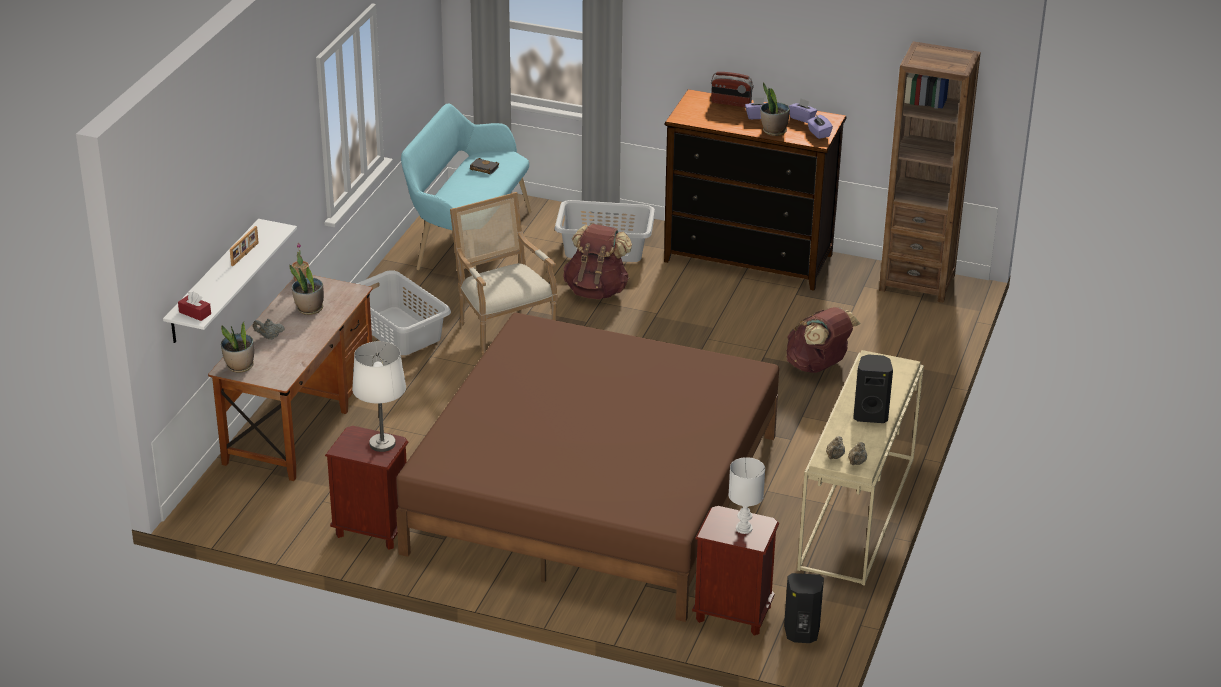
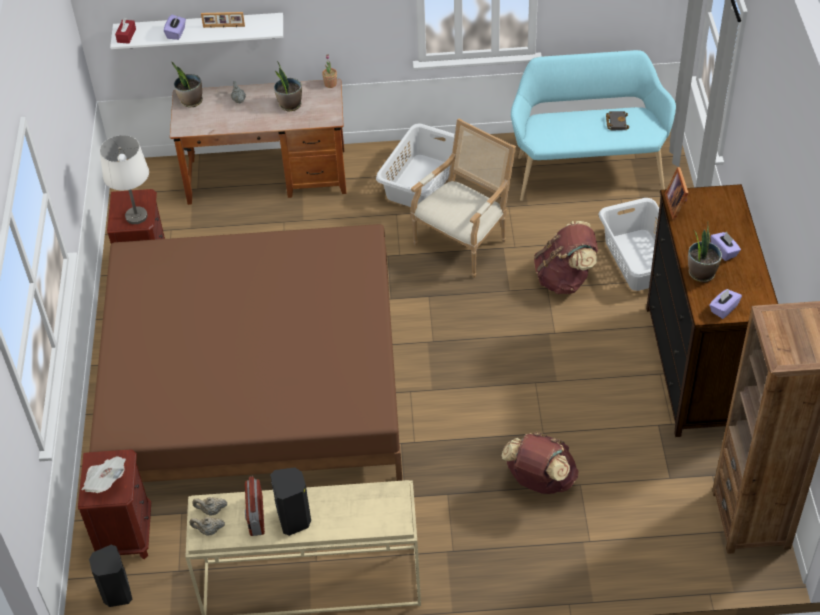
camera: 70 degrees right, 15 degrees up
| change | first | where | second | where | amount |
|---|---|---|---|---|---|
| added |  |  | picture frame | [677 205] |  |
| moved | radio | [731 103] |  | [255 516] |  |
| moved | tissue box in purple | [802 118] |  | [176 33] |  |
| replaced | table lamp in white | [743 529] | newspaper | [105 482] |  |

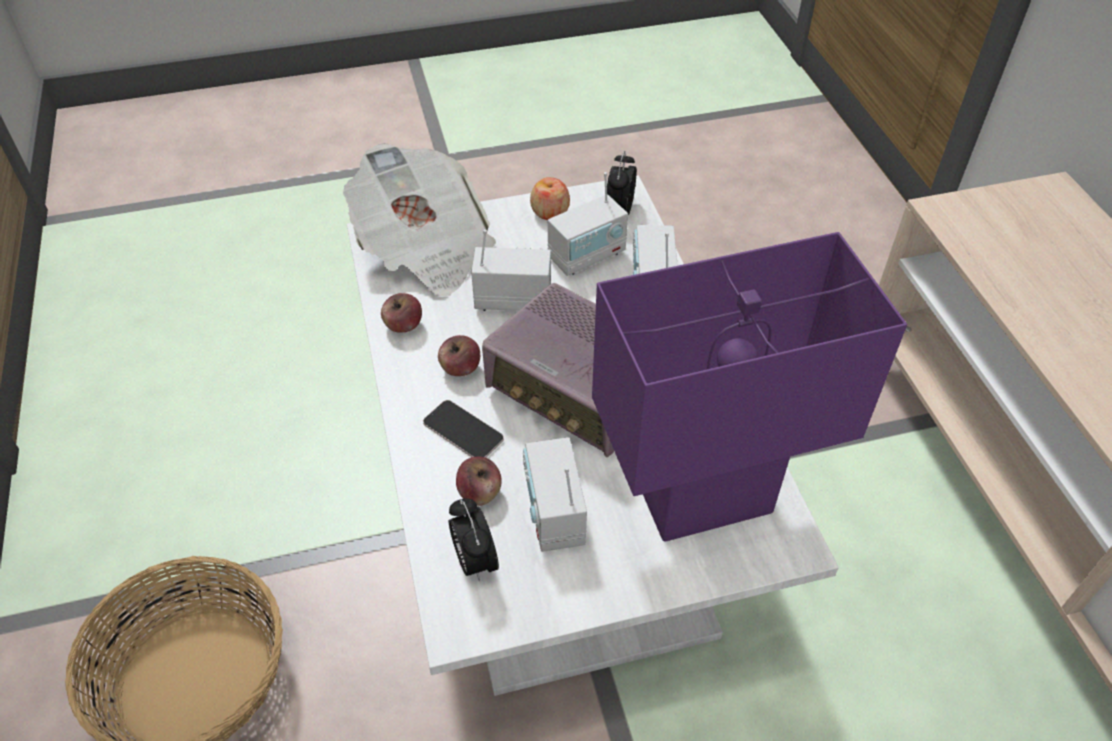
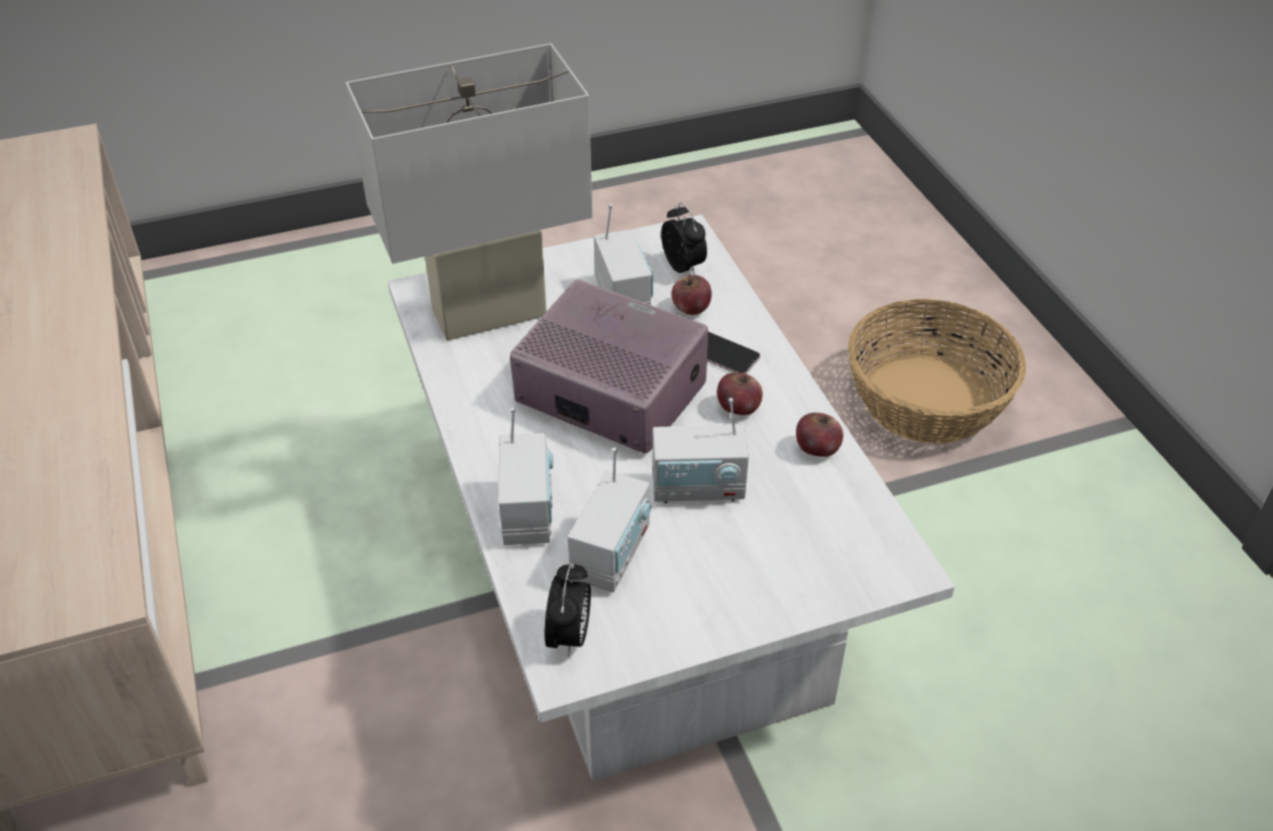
camera: 175 degrees right, 5 degrees down
| change | first | where | second | where | amount |
|---|---|---|---|---|---|
| removed | newspaper | [425 248] |  |  |  |
| removed | apple | [550 212] |  |  |  |
| recoloured | table lamp in purple | [707 503] | table lamp in white | [489 313] |  |
| turned | radio | [587 256] |  | [611 554] | 150 degrees clockwise |

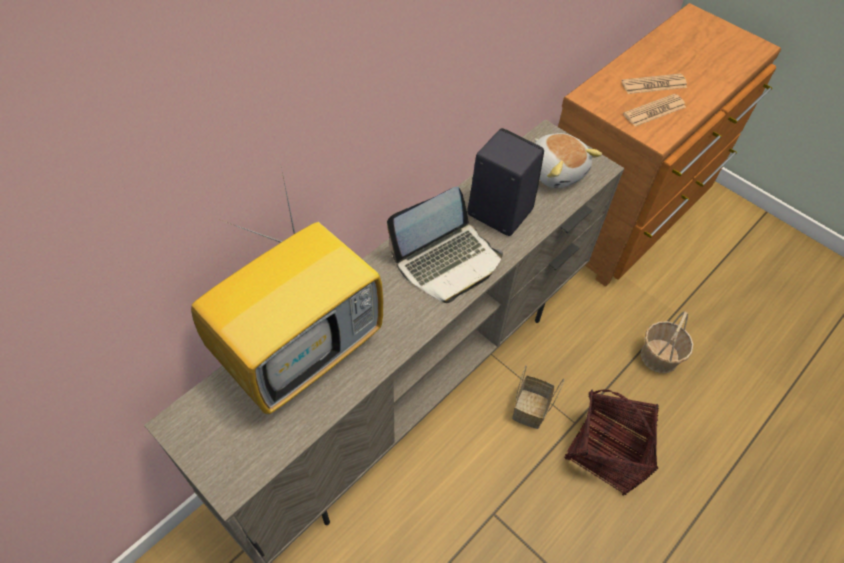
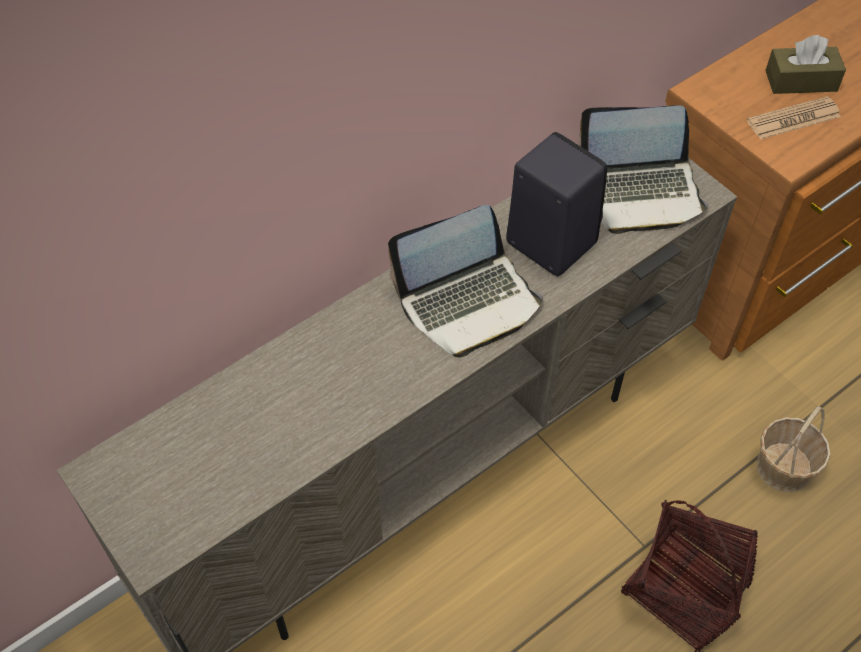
camera: 10 degrees right, 0 degrees up
| change | first | where | second | where | amount |
|---|---|---|---|---|---|
| removed | television | [302 348] |  |  |  |
| removed | basket | [530 410] |  |  |  |
| replaced | plush toy | [556 171] | laptop | [640 192] |  |
| replaced | newspaper | [654 84] | tissue box in brown | [801 81] |  |

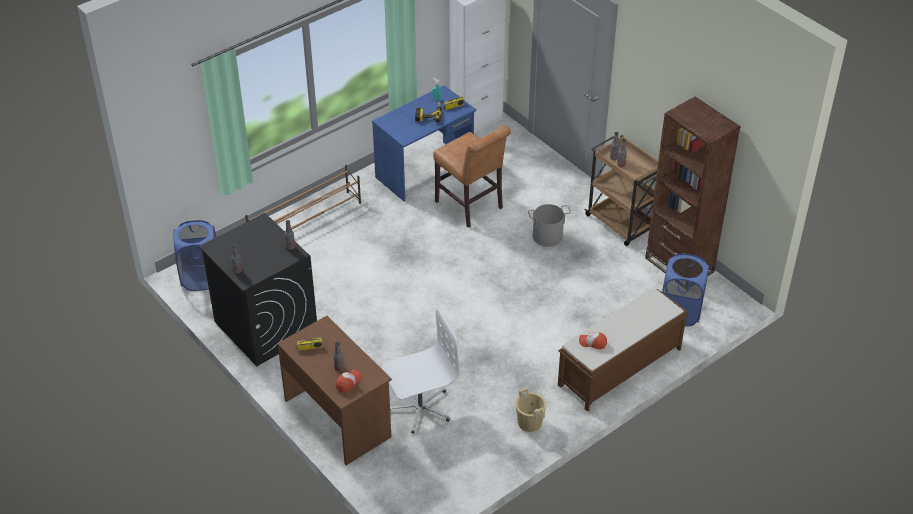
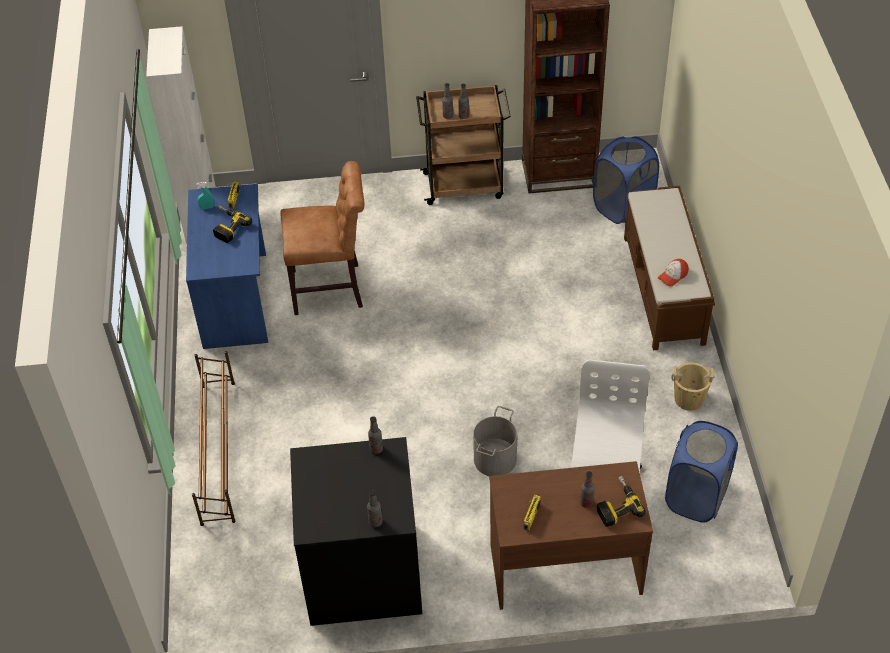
camera: 55 degrees left, 5 degrees up
| change | first | where | second | where | amount |
|---|---|---|---|---|---|
| moved | laundry basket in blue | [201 278] |  | [696 497] |  |
| moved | bucket in grey | [547 236] |  | [495 459] |  |
| replaced | cap | [348 383] | power drill | [616 505] |  |

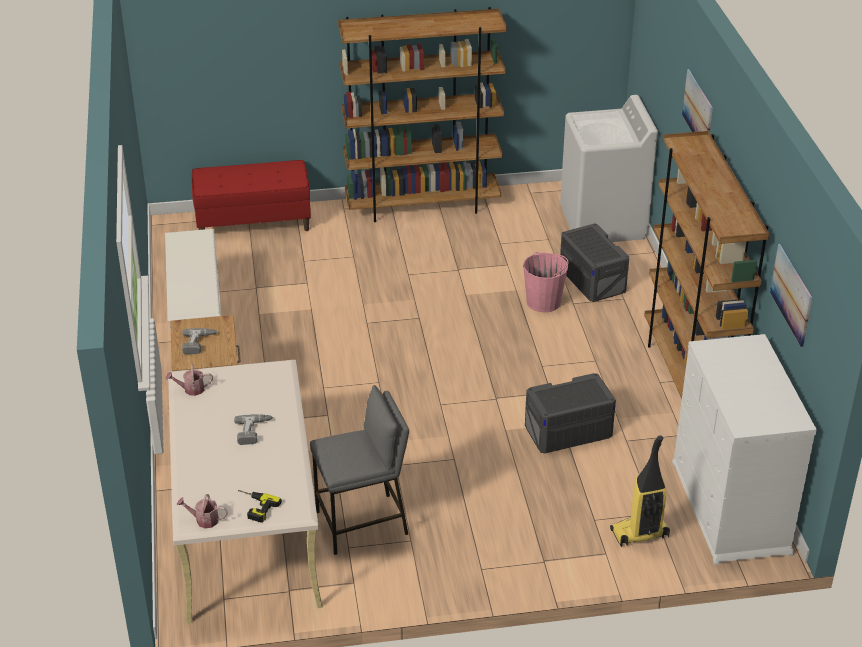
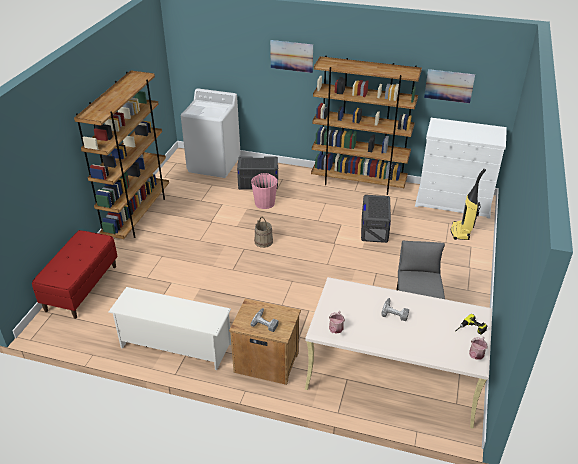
camera: 65 degrees left, 0 degrees up
| change | first | where | second | where | amount |
|---|---|---|---|---|---|
| added |  |  | bucket in beige | [263 241] |  |

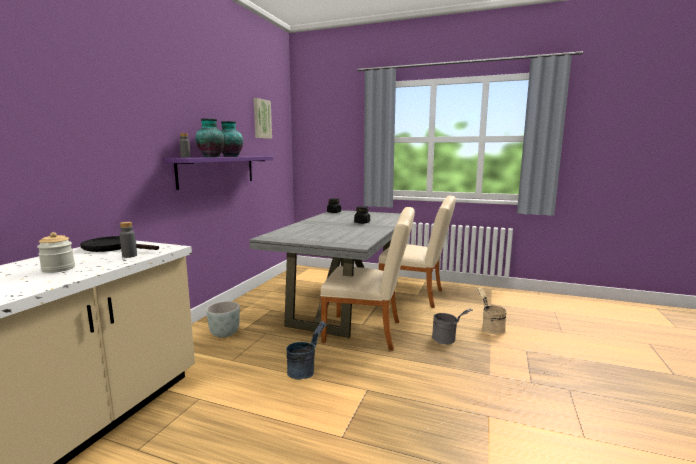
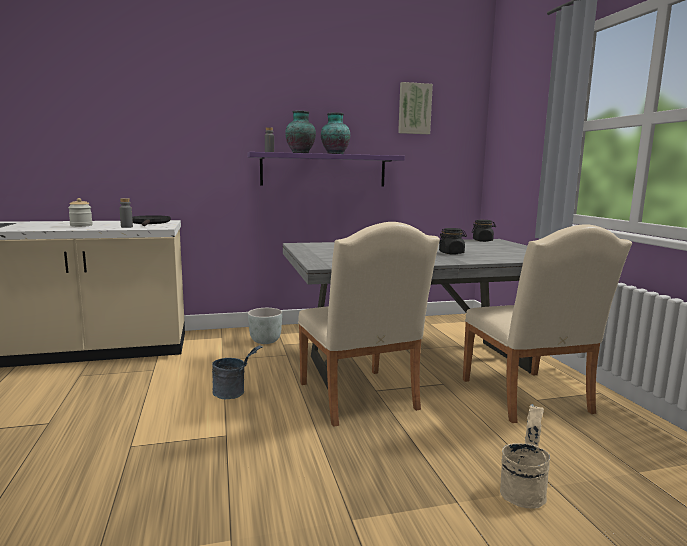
camera: 55 degrees right, 0 degrees up
| change | first | where | second | where | amount |
|---|---|---|---|---|---|
| removed | bucket in grey | [447 340] |  |  |  |

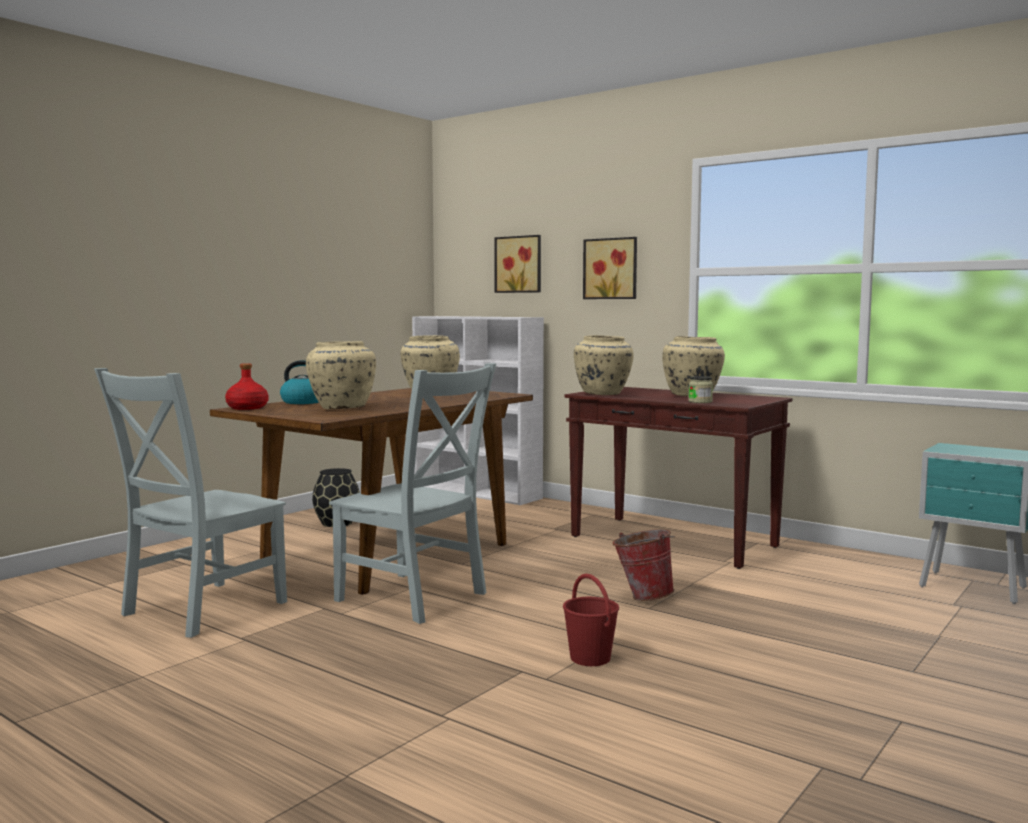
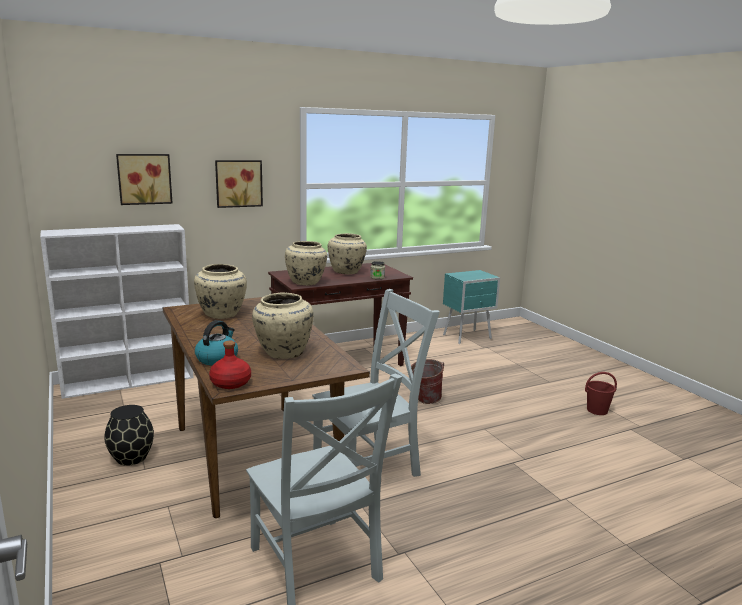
camera: 65 degrees left, 10 degrees up
| change | first | where | second | where | amount |
|---|---|---|---|---|---|
| moved | bucket in red | [590 658] |  | [597 410] |  |

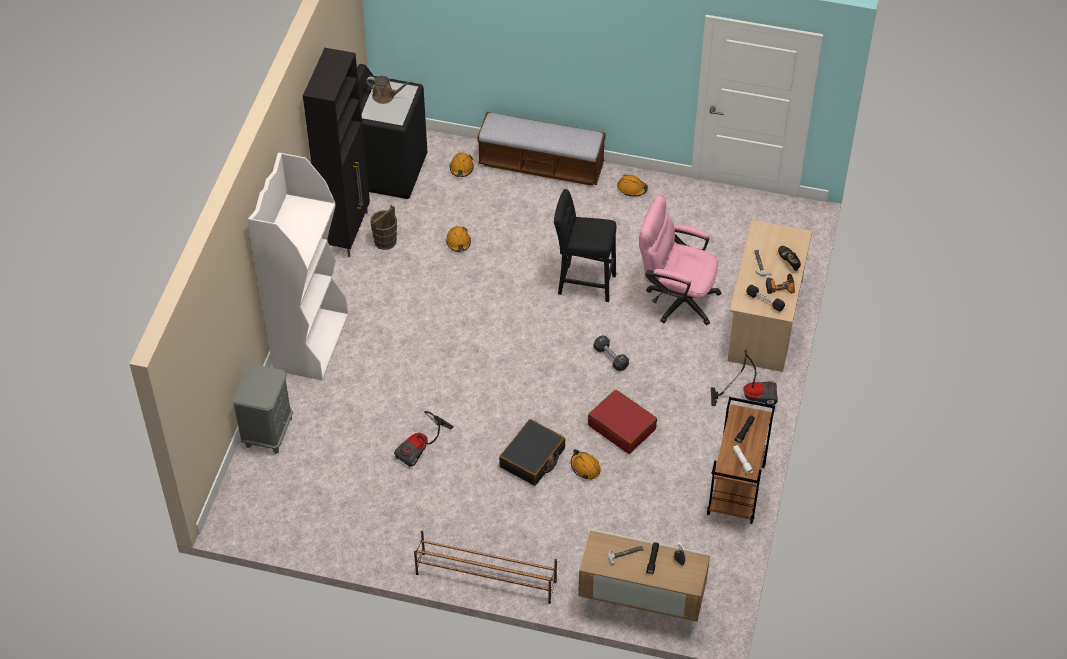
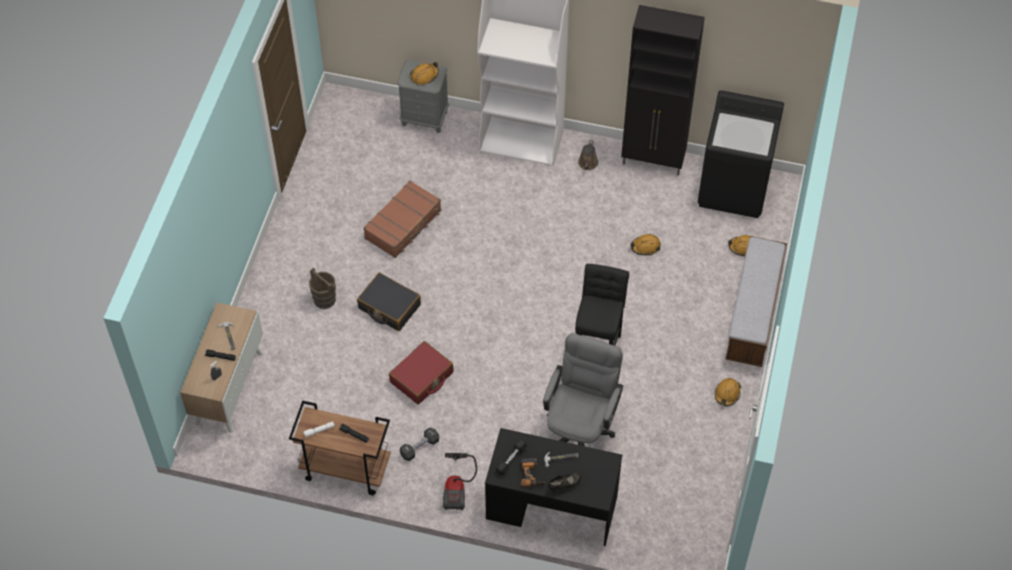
camera: 90 degrees right, 5 degrees up
| change | first | where | second | where | amount |
|---|---|---|---|---|---|
| removed | shoe rack in brown | [485 577] |  |  |  |
| moved | watering can in brown | [385 96] |  | [587 164] |  |
| moved | bucket in brown | [385 241] |  | [324 299] |  |
| moved | hard hat in orange | [585 467] |  | [424 75] |  |
| moved | dumbbell in black | [611 358] |  | [419 447] |  |
| replaced | vacuum cleaner | [421 448] | suitcase in brown | [403 225] |  |
| recoloured | office chair in pink | [676 298] | office chair in grey | [580 428] |  |
| recoloured | desk in beige | [765 321] | desk in black | [551 507] |  |

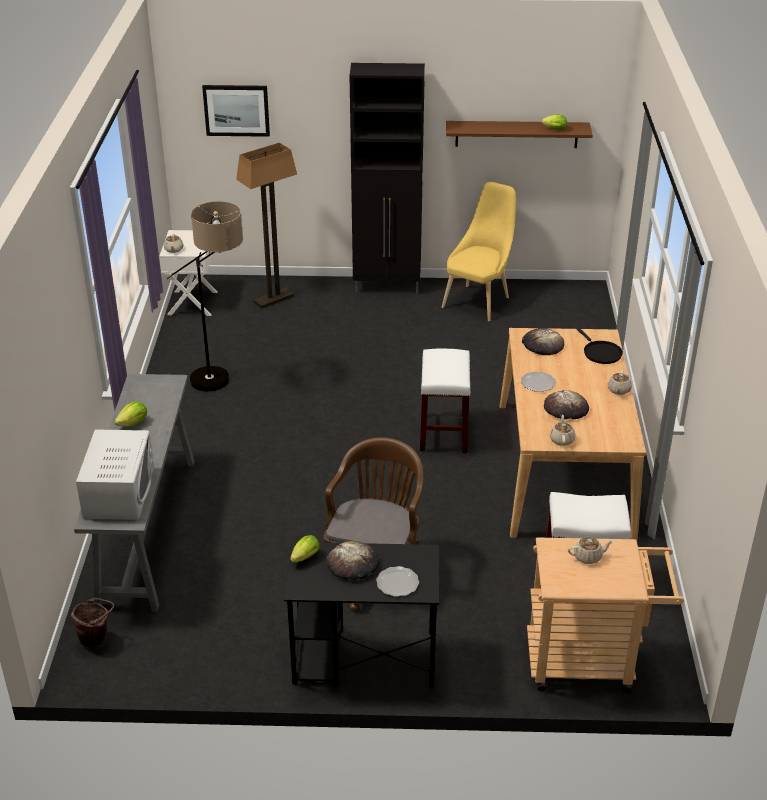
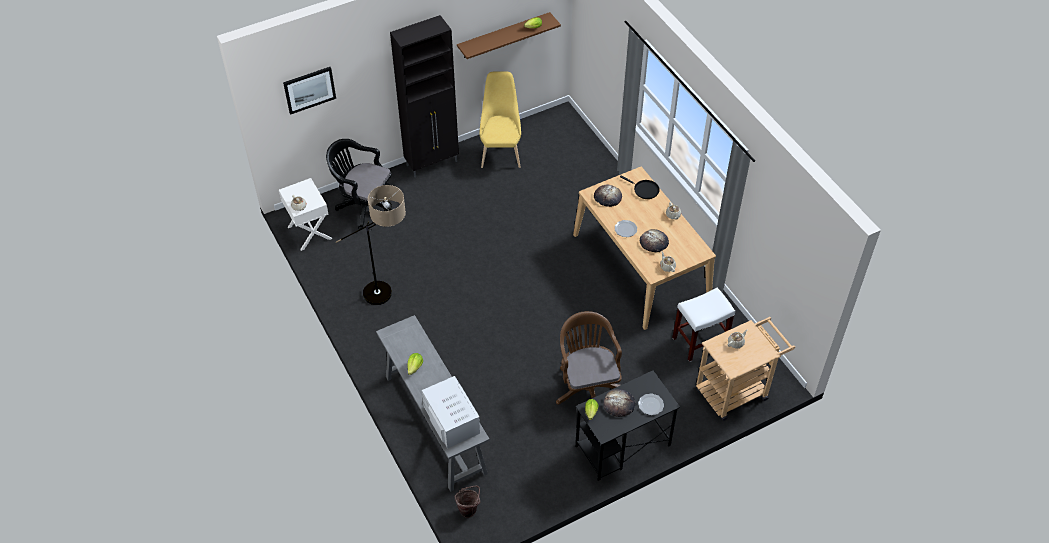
camera: 30 degrees left, 15 degrees up
| change | first | where | second | where | amount |
|---|---|---|---|---|---|
| removed | stool in white | [443 433] |  |  |  |
| replaced | floor lamp | [274 299] | office chair in black | [364 206] |  |

